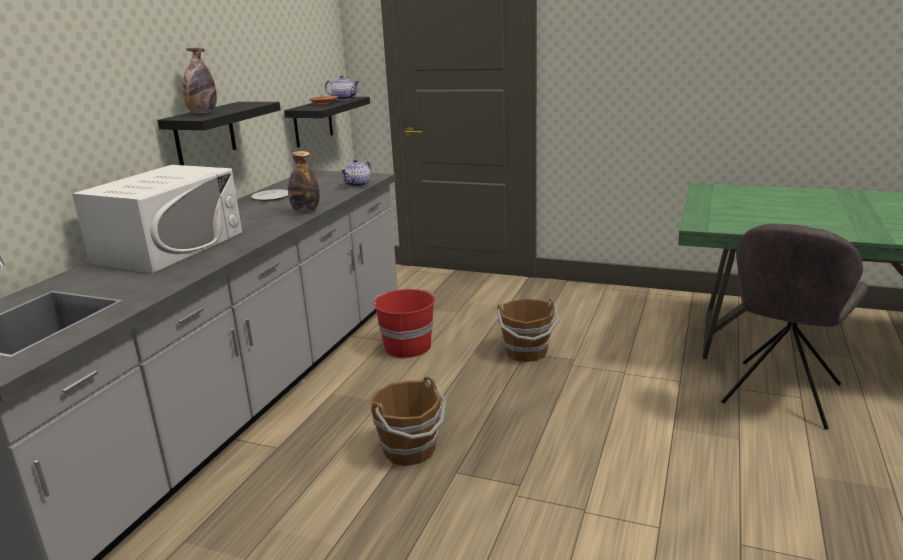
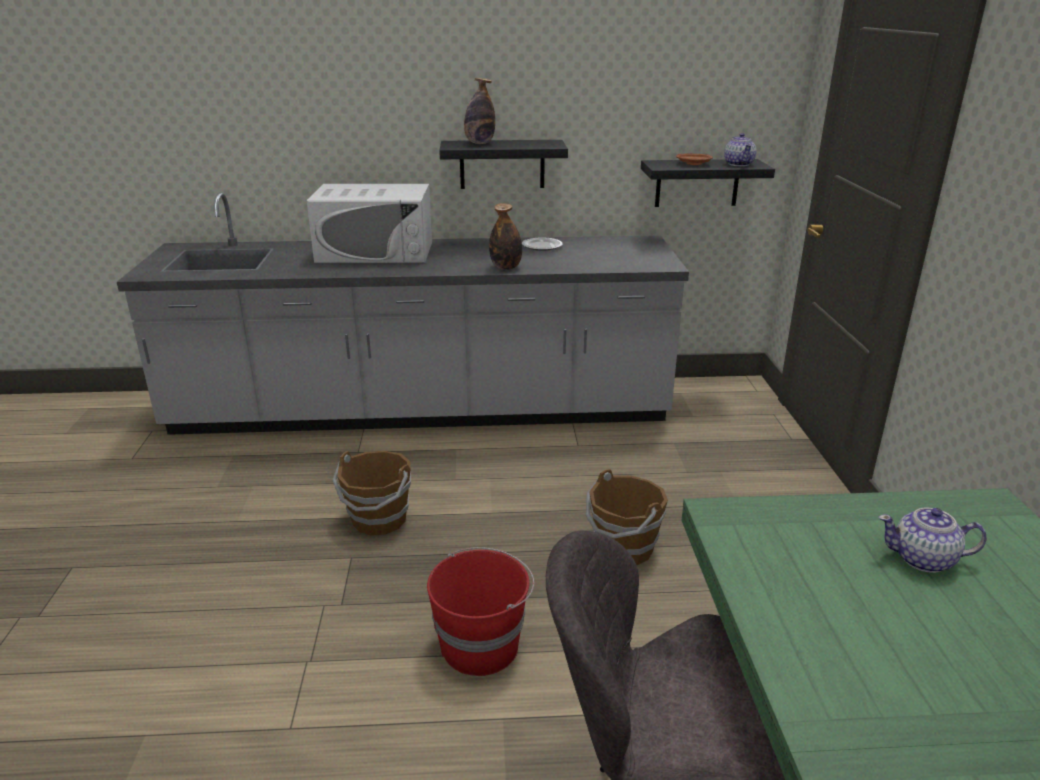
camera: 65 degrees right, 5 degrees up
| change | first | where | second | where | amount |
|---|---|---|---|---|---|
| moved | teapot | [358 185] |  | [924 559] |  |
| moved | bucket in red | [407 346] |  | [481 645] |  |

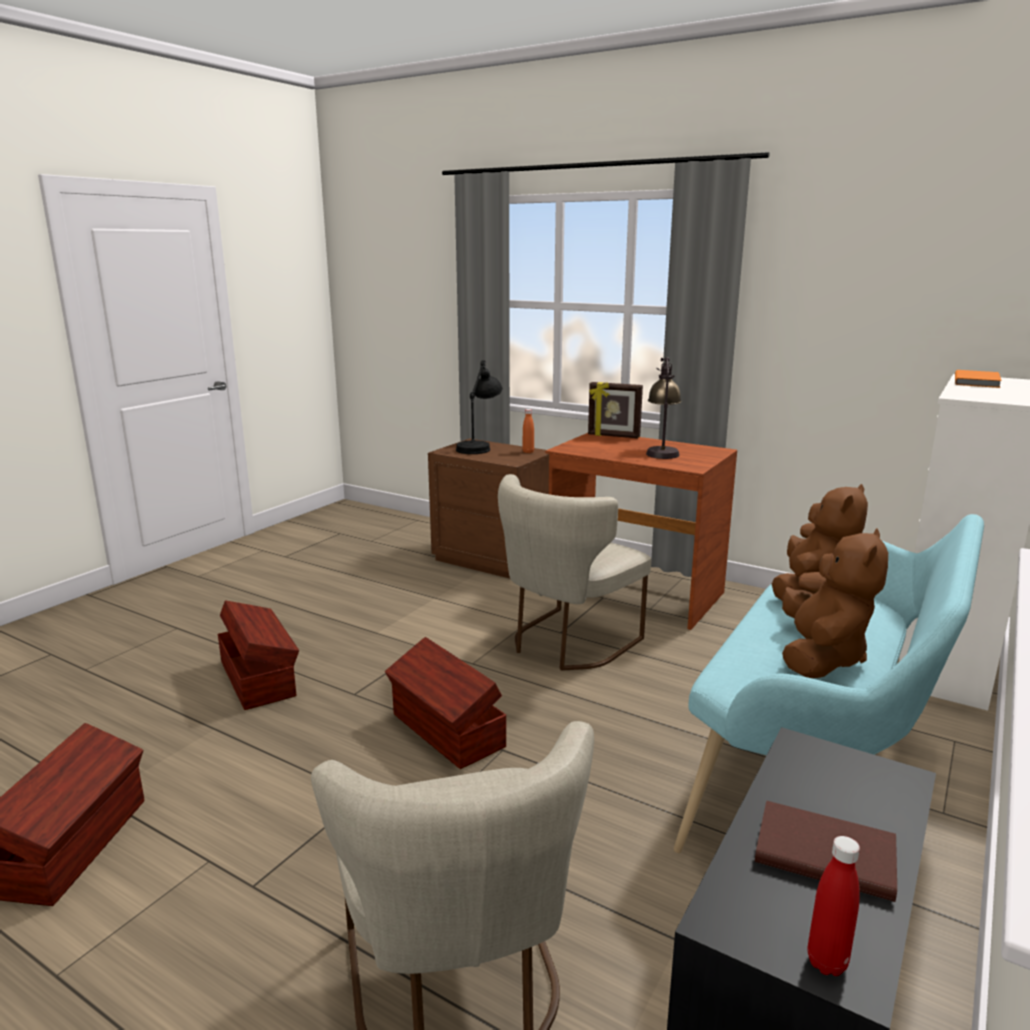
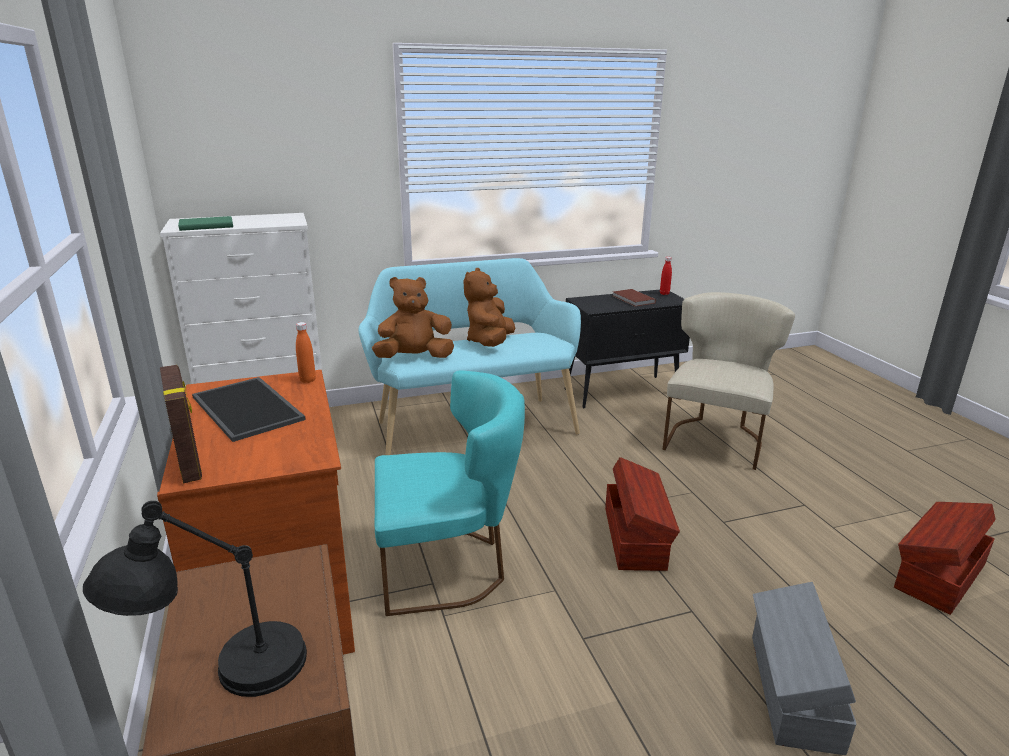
camera: 140 degrees left, 5 degrees up
| change | first | where | second | where | amount |
|---|---|---|---|---|---|
| moved | bottle in orange | [528 452] |  | [307 380] |  |
| replaced | table lamp | [661 451] | tray | [249 408] |  |
| recoloured | storage box in brown | [259 677] | storage box in grey | [792 692] |  |
| recoloured | chair in beige | [566 644] | chair in turquoise | [449 566] |  |
| recoloured | book in orange | [978 381] | book in green | [205 226] |  |
| turned | plush toy in brown | [820 657] |  | [490 342] | 45 degrees counterclockwise |

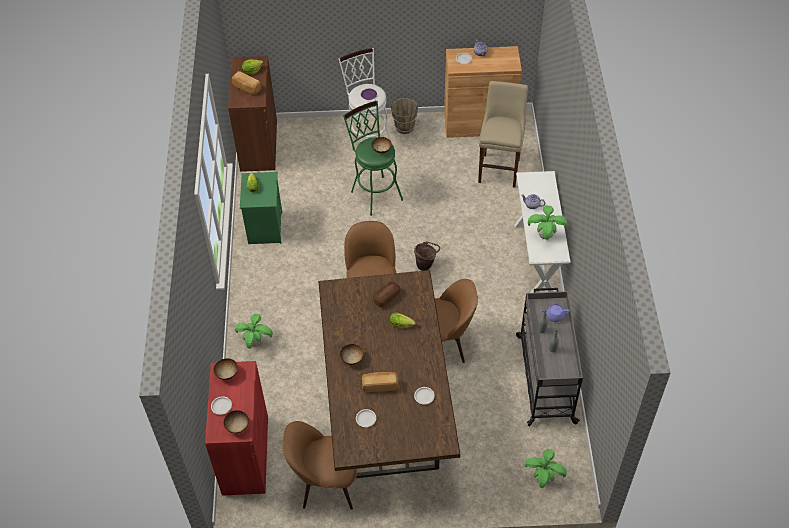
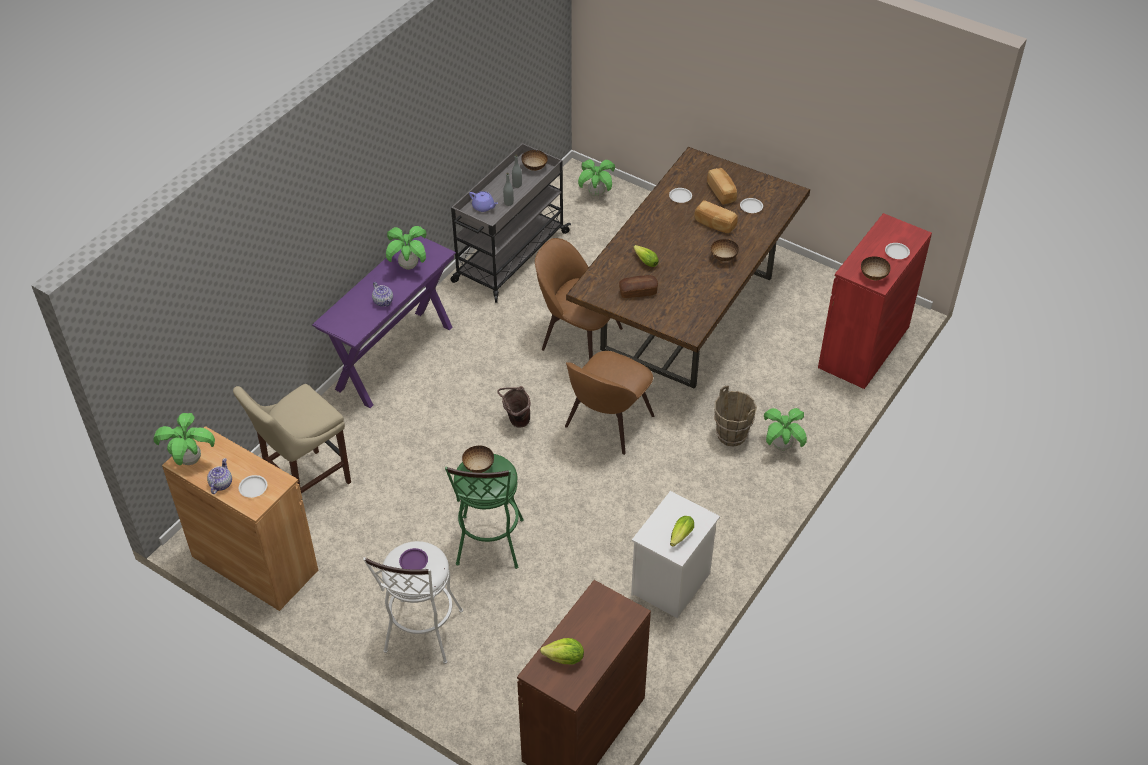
camera: 145 degrees left, 5 degrees down
| change | first | where | second | where | amount |
|---|---|---|---|---|---|
| removed | chair in brown | [326 482] |  |  |  |
| added |  |  | potted plant | [191 460] |  |
| moved | bowl | [237 426] |  | [534 167] |  |
| moved | bread | [246 88] |  | [722 192] |  |
| moved | bucket in brown | [404 127] |  | [731 435] |  |
| recoloured | nightstand in green | [264 227] | nightstand in white | [671 585] |  |
| recoloured | console table in white | [535 261] | console table in purple | [395 357] |  |

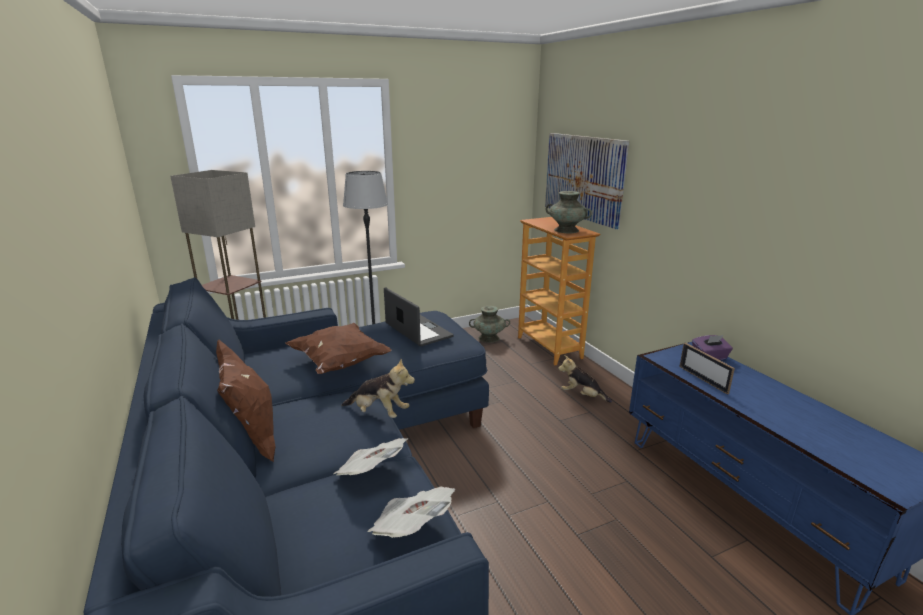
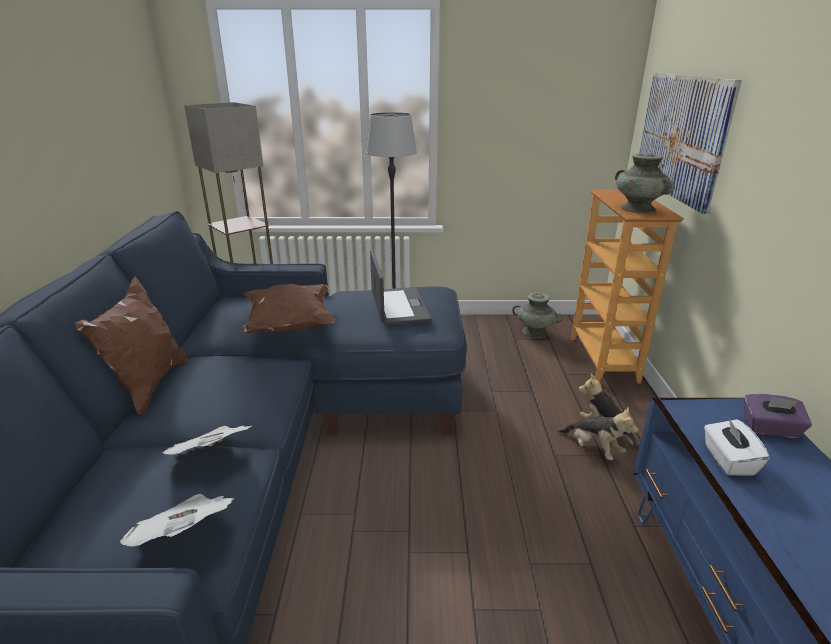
camera: 25 degrees right, 5 degrees up
| change | first | where | second | where | amount |
|---|---|---|---|---|---|
| moved | plush toy | [379 413] |  | [593 449] |  |
| replaced | picture frame | [703 379] | tissue box in white | [728 460] |  |

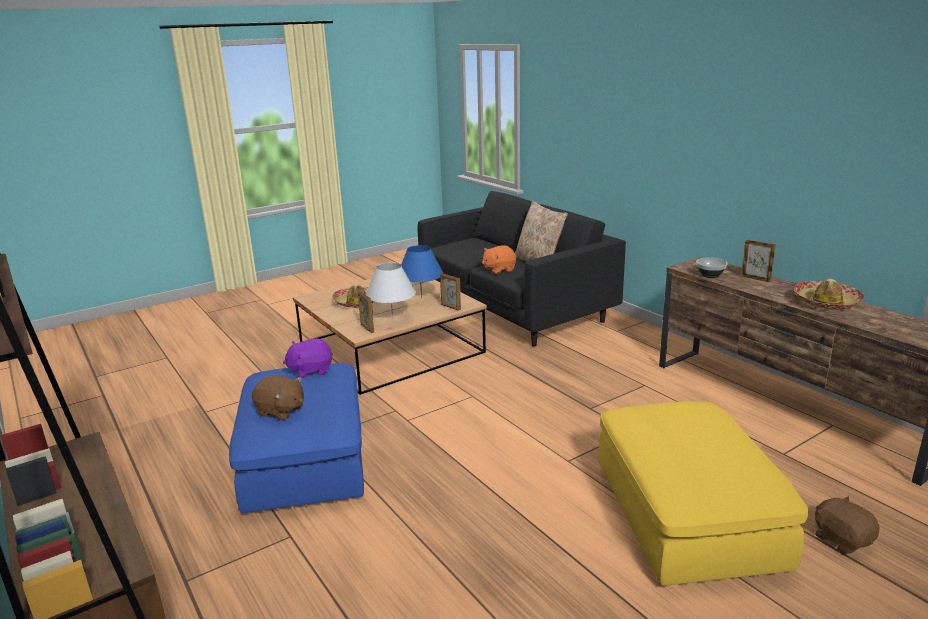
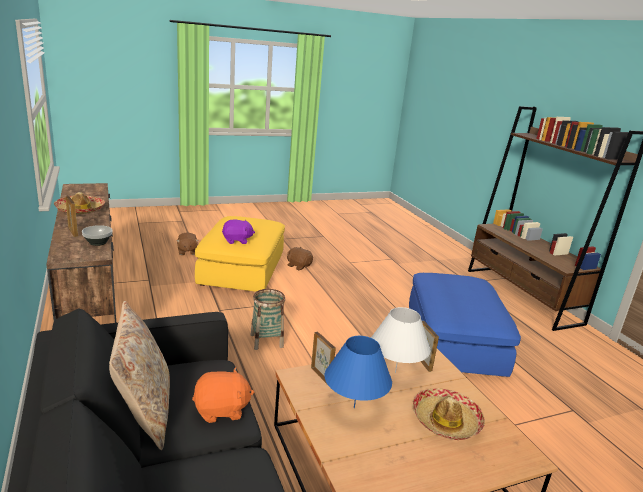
camera: 170 degrees left, 0 degrees up
| change | first | where | second | where | amount |
|---|---|---|---|---|---|
| added |  |  | basket | [266 340] |  |
| moved | plush toy in brown | [280 411] |  | [299 266] |  |
| moved | plush toy in purple | [310 370] |  | [237 240] |  |

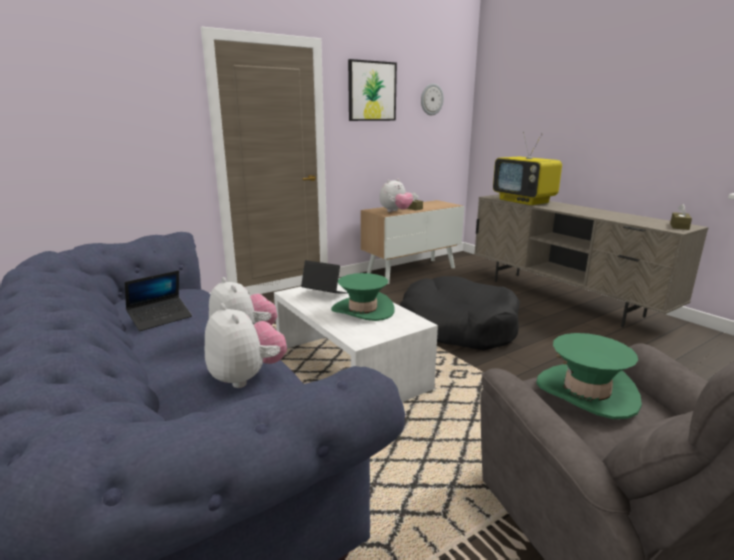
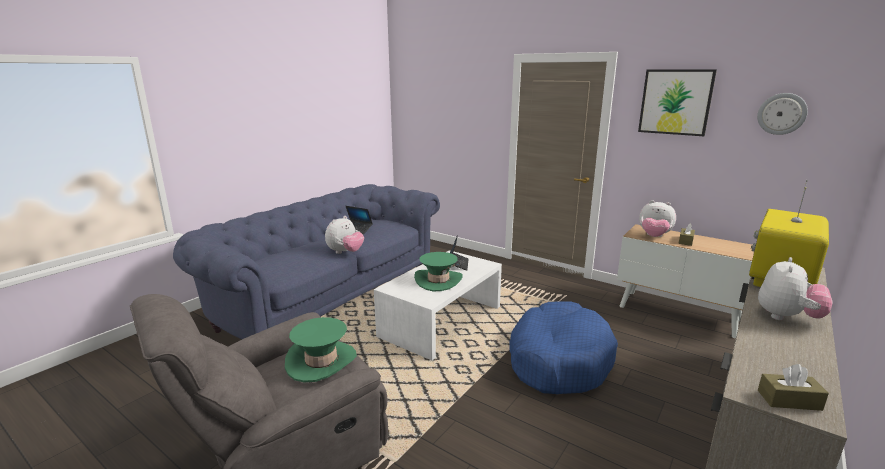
camera: 70 degrees right, 0 degrees up
| change | first | where | second | where | amount |
|---|---|---|---|---|---|
| moved | plush toy | [246 377] |  | [787 317] |  |
| recoloured | dog bed in black | [457 327] | dog bed in blue | [558 359] |  |

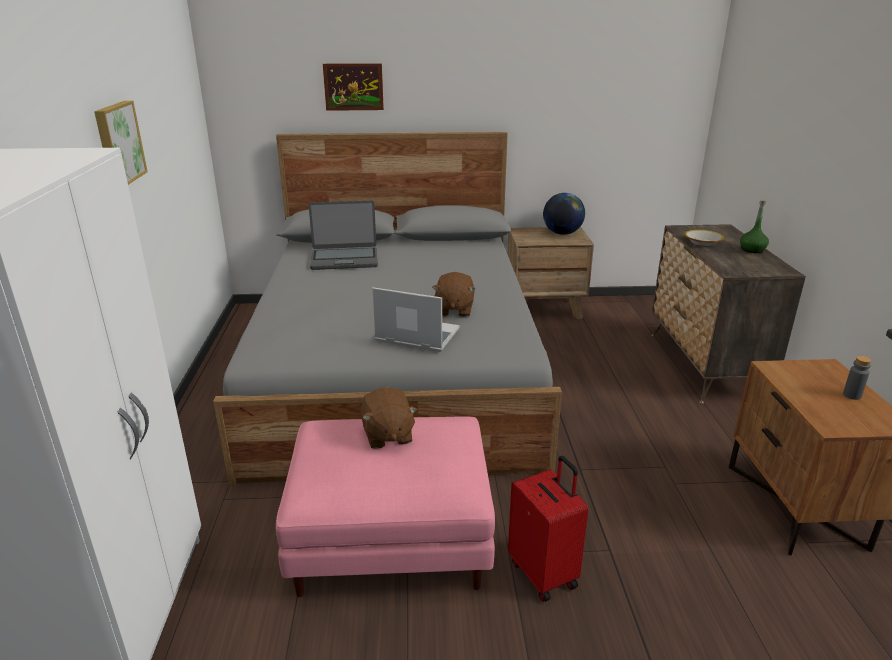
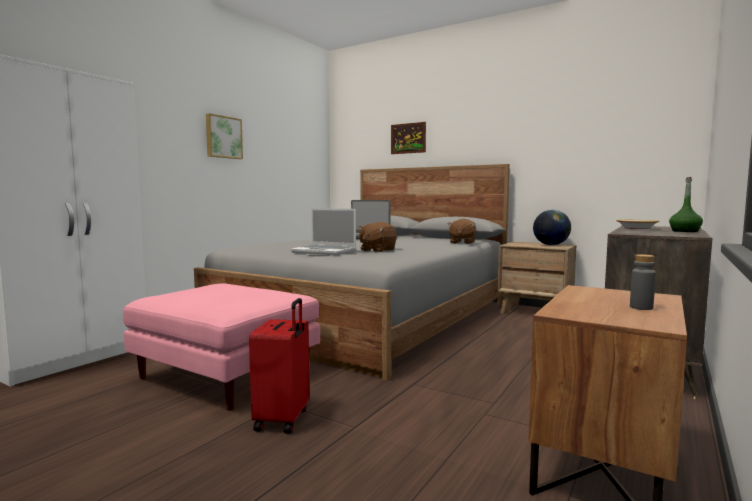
camera: 35 degrees right, 20 degrees down
| change | first | where | second | where | amount |
|---|---|---|---|---|---|
| moved | plush toy in brown | [387 435] |  | [462 242] |  |
| turned | laptop | [416 336] |  | [325 251] | 150 degrees clockwise |

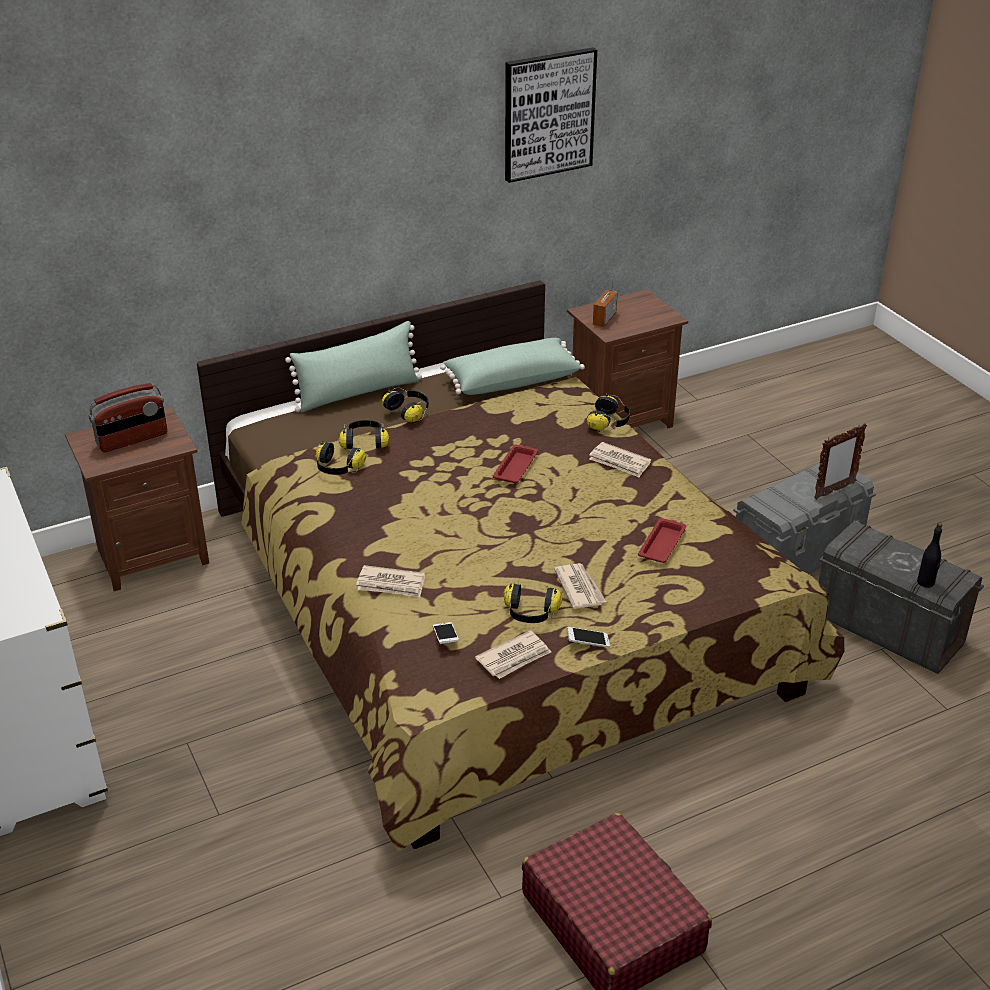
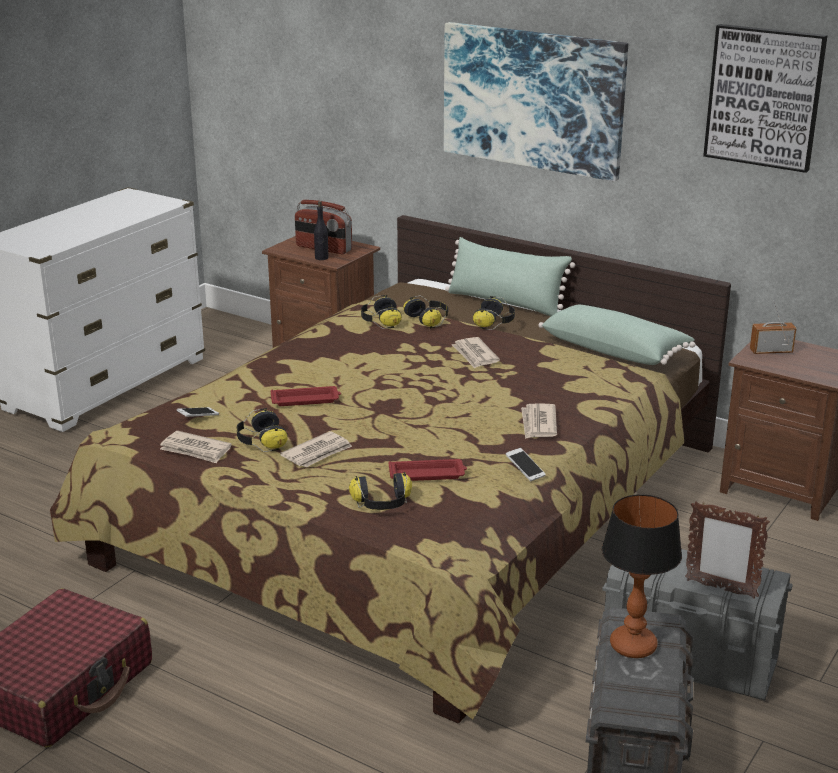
camera: 60 degrees right, 10 degrees down
| change | first | where | second | where | amount |
|---|---|---|---|---|---|
| added |  |  | picture | [533 99] |  |
| added |  |  | table lamp | [633 646] |  |
| moved | newspaper | [391 584] |  | [475 355] |  |
| moved | tray in red | [516 467] |  | [306 400] |  |
| moved | phone | [588 642] |  | [525 470] |  |
| moved | headphones | [609 422] |  | [382 504] |  |
| moved | bottle in black | [926 582] |  | [321 258] |  |

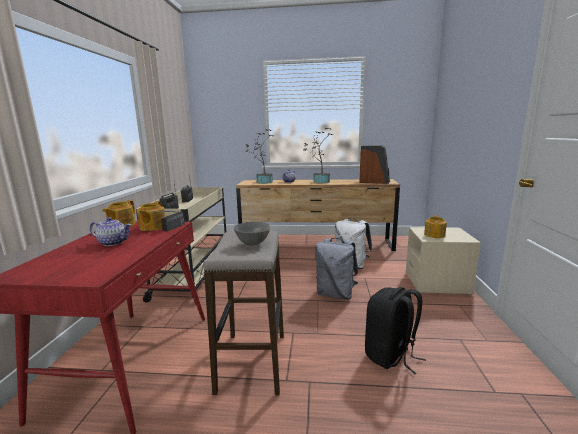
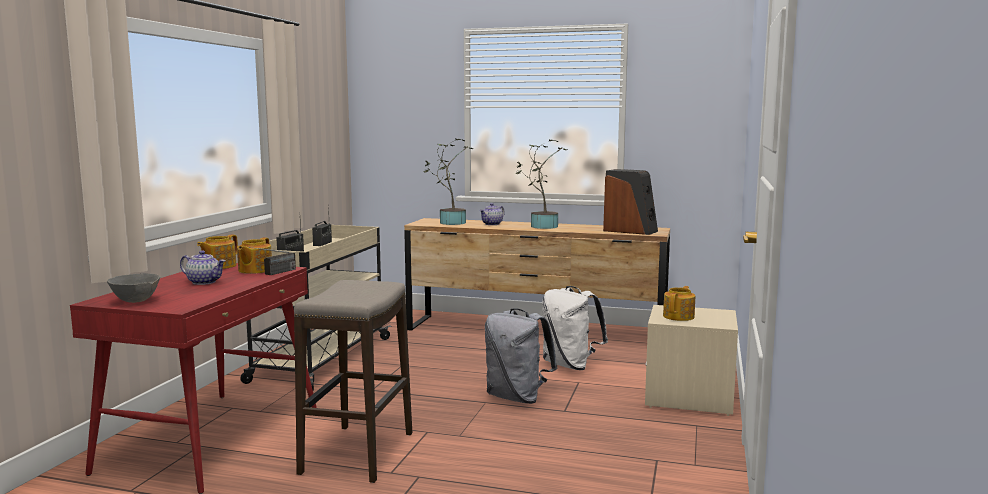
camera: 10 degrees right, 5 degrees down
| change | first | where | second | where | amount |
|---|---|---|---|---|---|
| removed | backpack in black | [391 355] |  |  |  |
| moved | bowl in grey | [253 244] |  | [136 301] |  |

